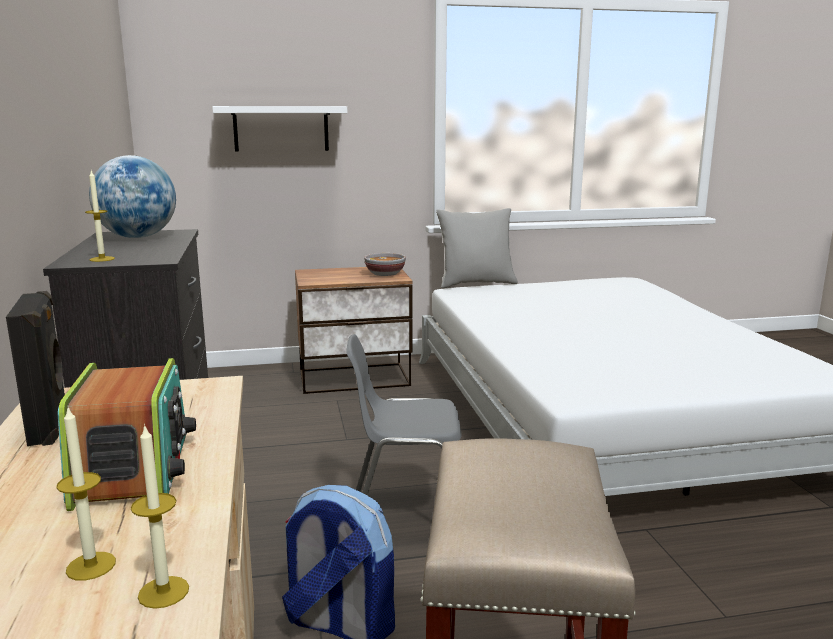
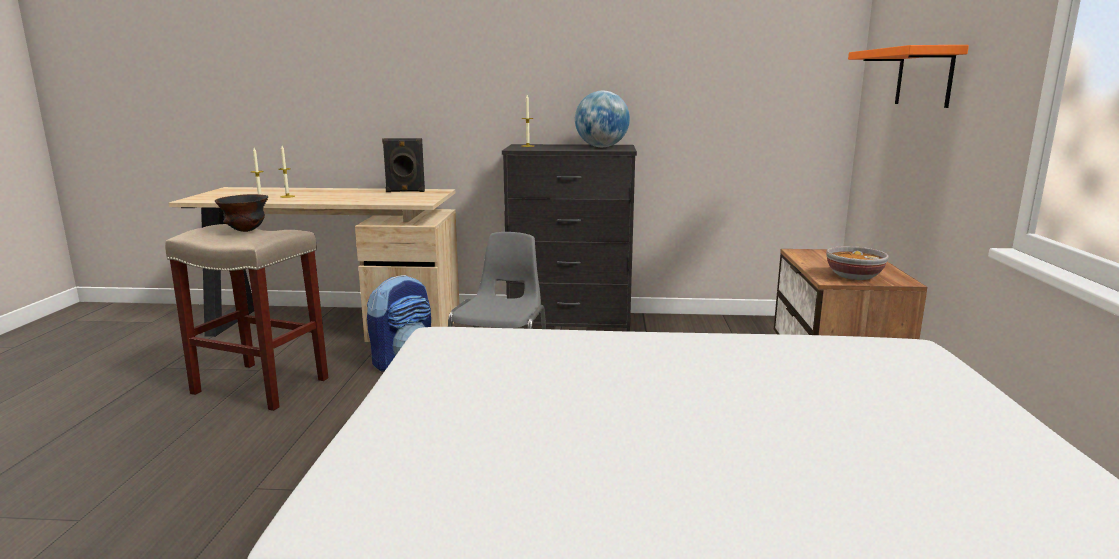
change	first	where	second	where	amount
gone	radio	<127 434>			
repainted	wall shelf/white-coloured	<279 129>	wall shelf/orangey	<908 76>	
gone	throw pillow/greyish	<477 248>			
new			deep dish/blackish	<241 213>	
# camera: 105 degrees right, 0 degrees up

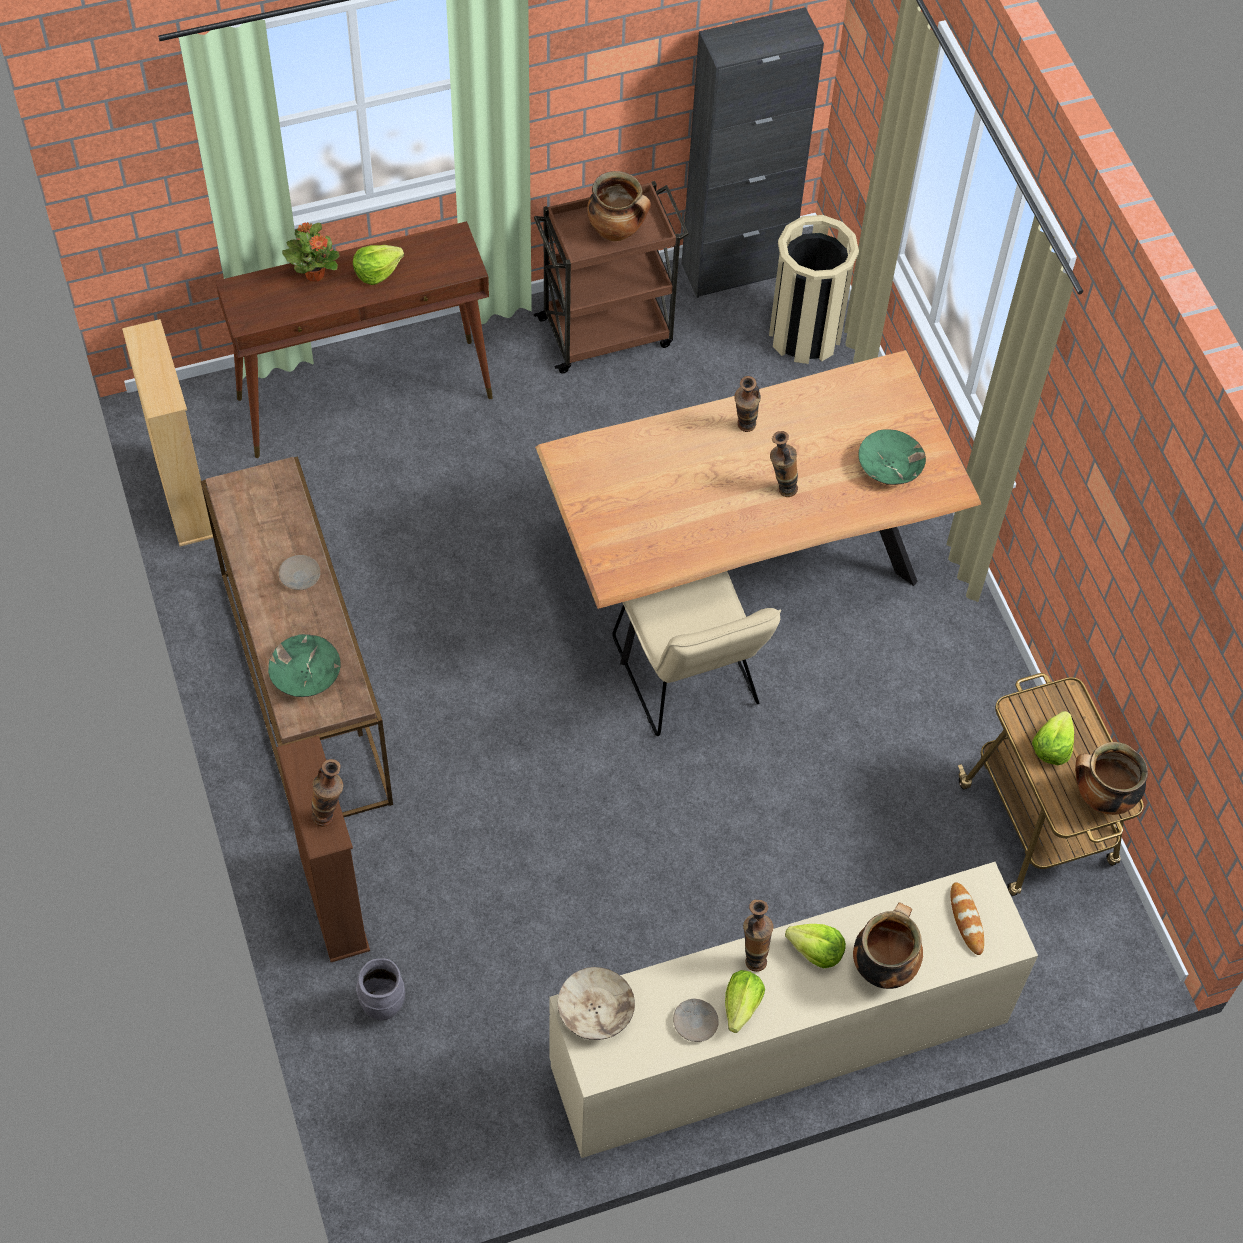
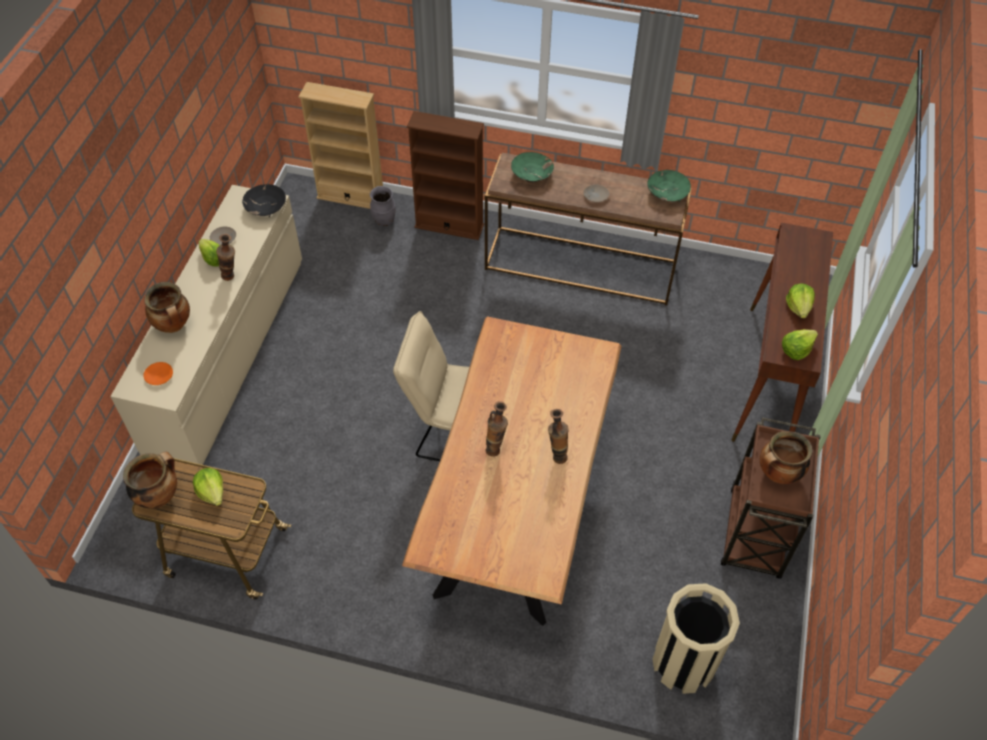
change	first	where	second	where	amount
shifted	shelving unit/sand-coloured	<167 433>		<340 145>	
gone	plant in a pot	<310 252>			
gone	flower vase	<327 793>			
repainted	deep dish/sand-coloured	<596 1003>	deep dish/blackish	<264 200>	
gone	cupboard/blackish	<753 152>			
shifted	lettuce	<815 946>		<800 344>	
shifted	deep dish/green	<892 457>		<669 186>	
swapped	bakery bread	<967 918>	flat dish/orangey	<158 373>	
# camera: 125 degrees right, 5 degrees down

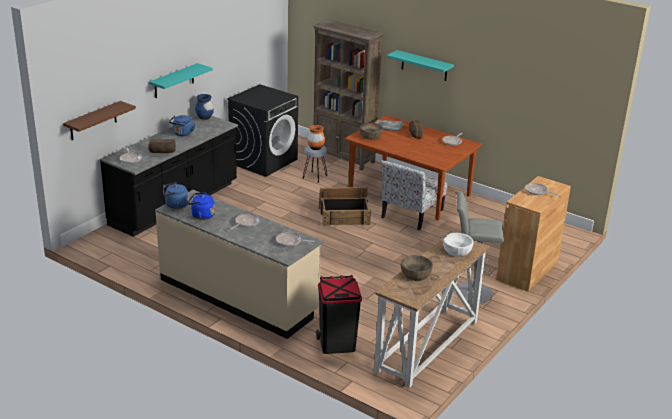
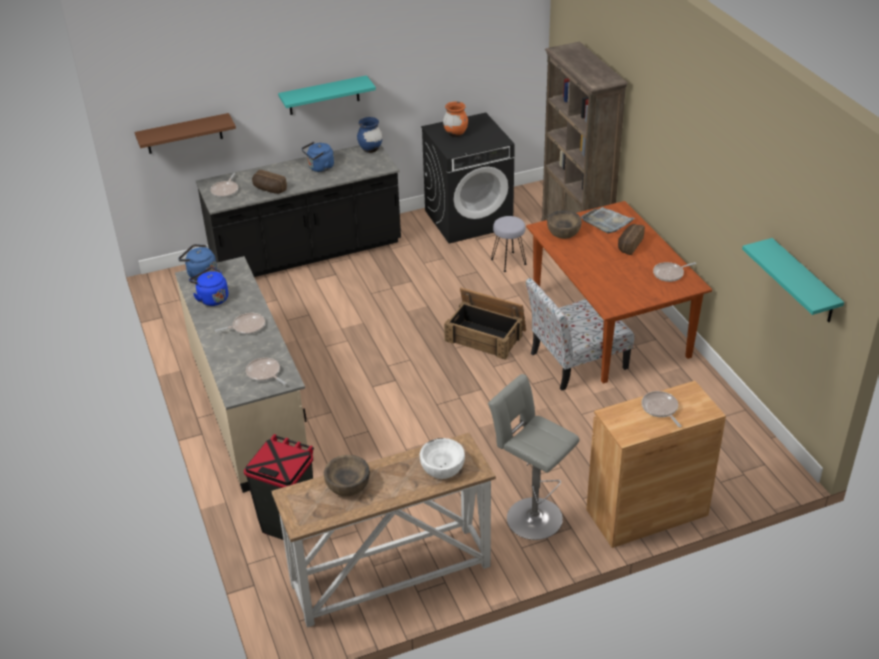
change	first	where	second	where	amount
shifted	flower vase/orangey	<316 137>		<455 119>	
shifted	wall shelf/turquoise-coloured	<420 65>		<793 280>	
# camera: 35 degrees right, 10 degrees up

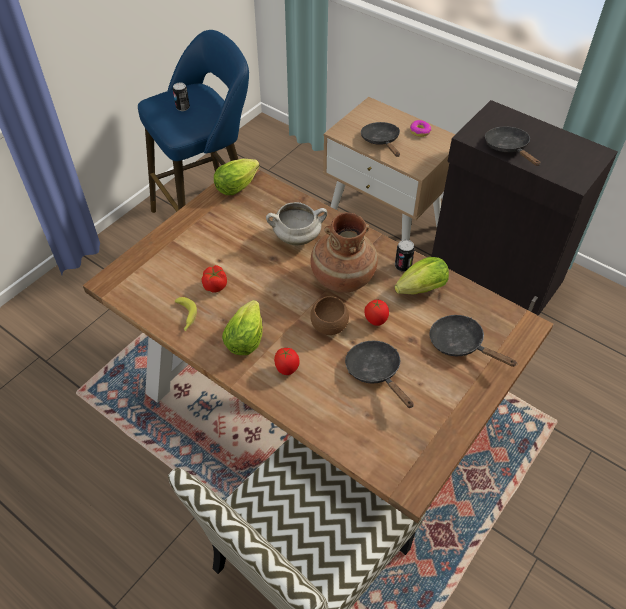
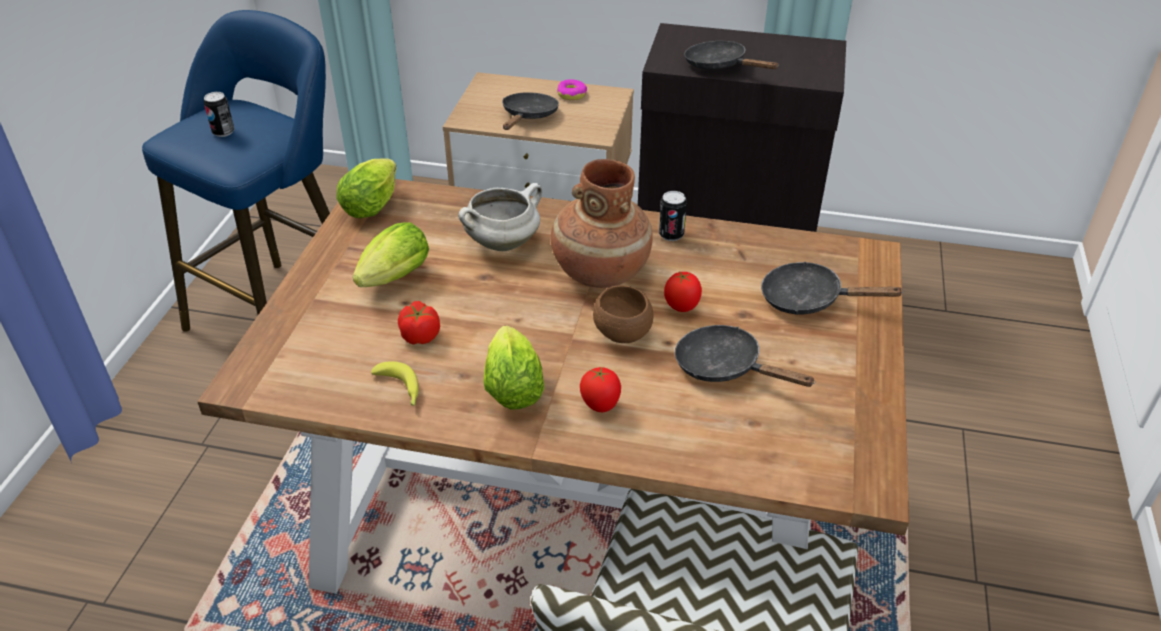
change	first	where	second	where	amount
rotated	frying pan/blackish	<380 139>		<530 111>	60 degrees clockwise
shifted	lettuce	<421 276>		<391 254>	
# camera: 25 degrees left, 10 degrees down

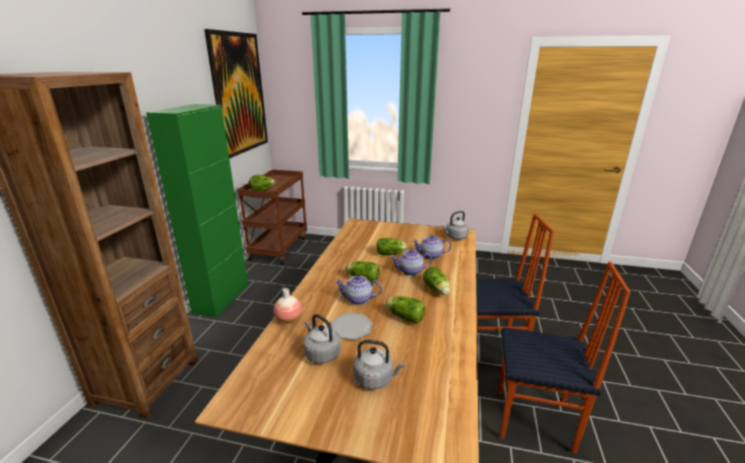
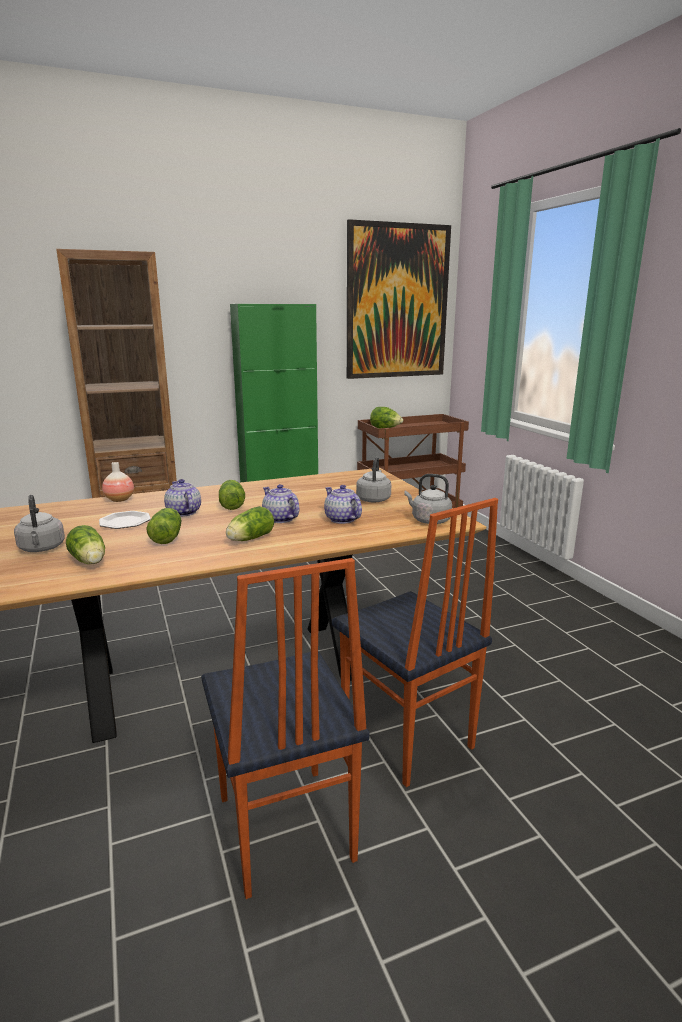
change	first	where	second	where	amount
shifted	water kettle/greyish	<322 338>		<373 480>	
shifted	lettuce	<392 246>		<85 544>	
# camera: 55 degrees right, 5 degrees down

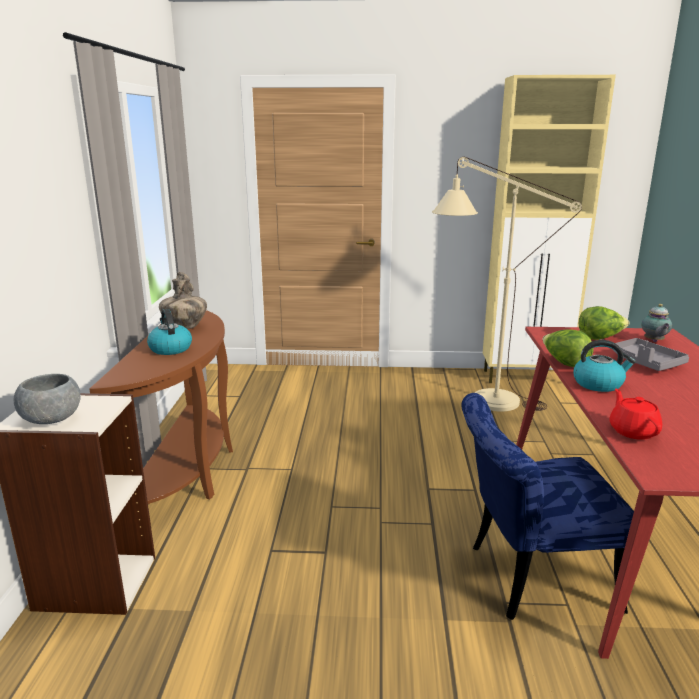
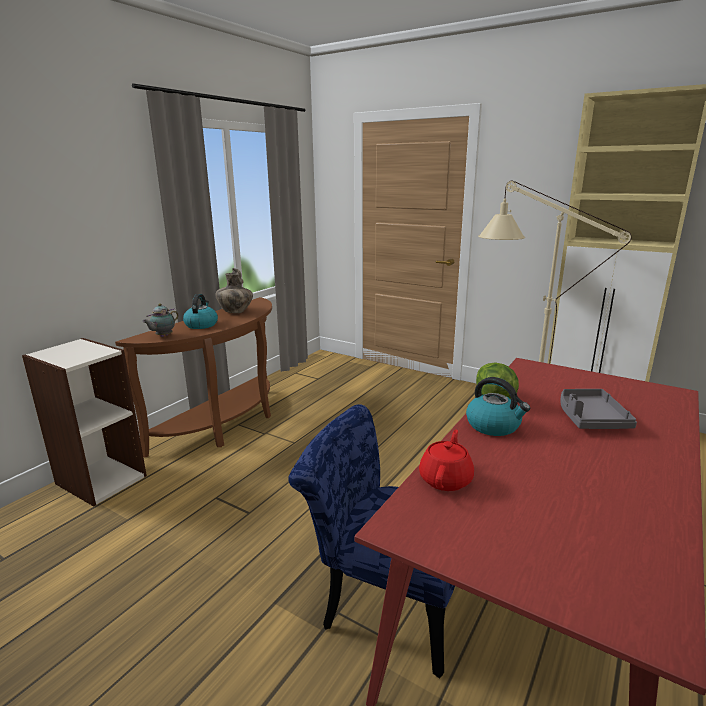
change	first	where	second	where	amount
gone	deep dish/greyish	<47 399>			
gone	lettuce	<604 323>			
shifted	tea pot	<657 323>		<160 320>	
# camera: 30 degrees right, 0 degrees up

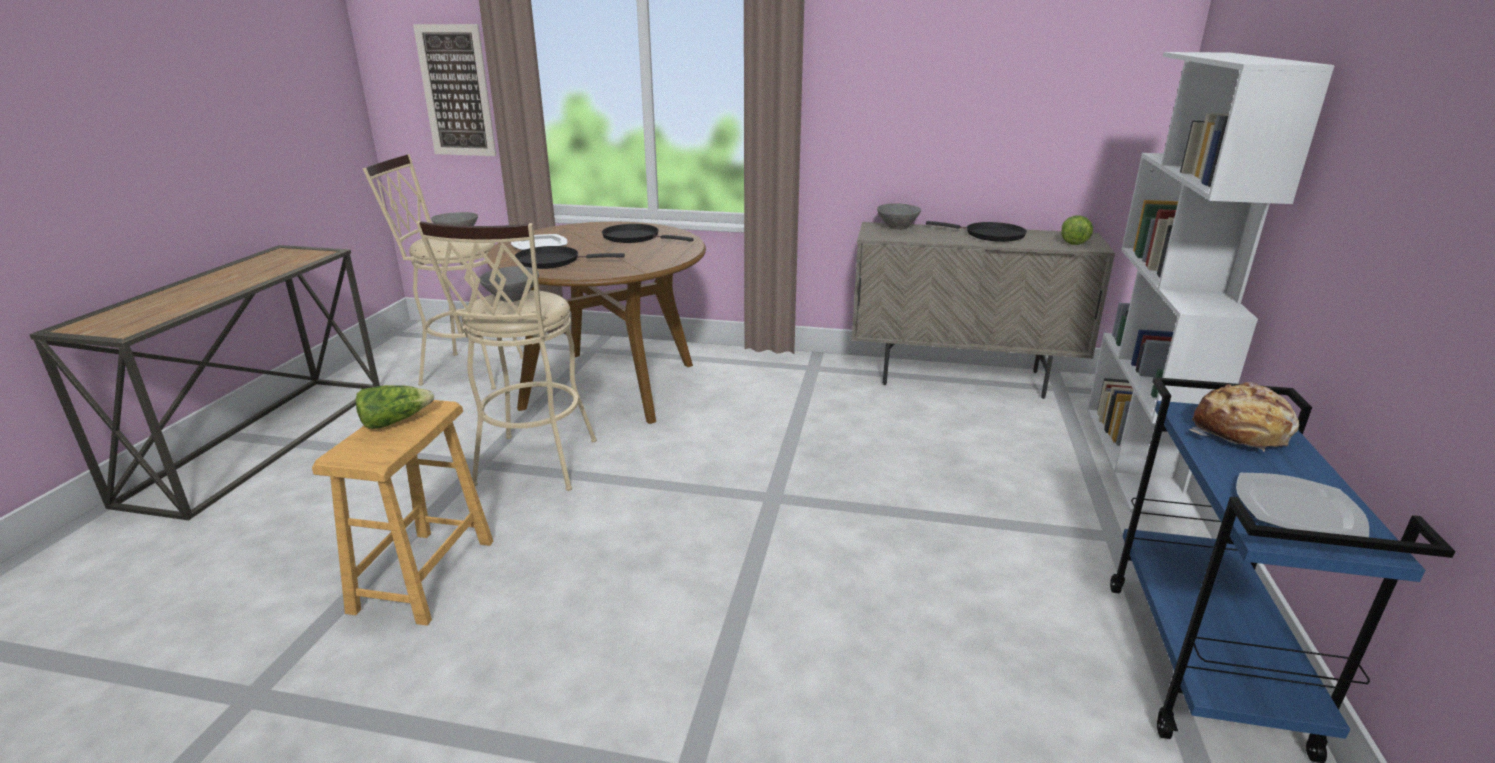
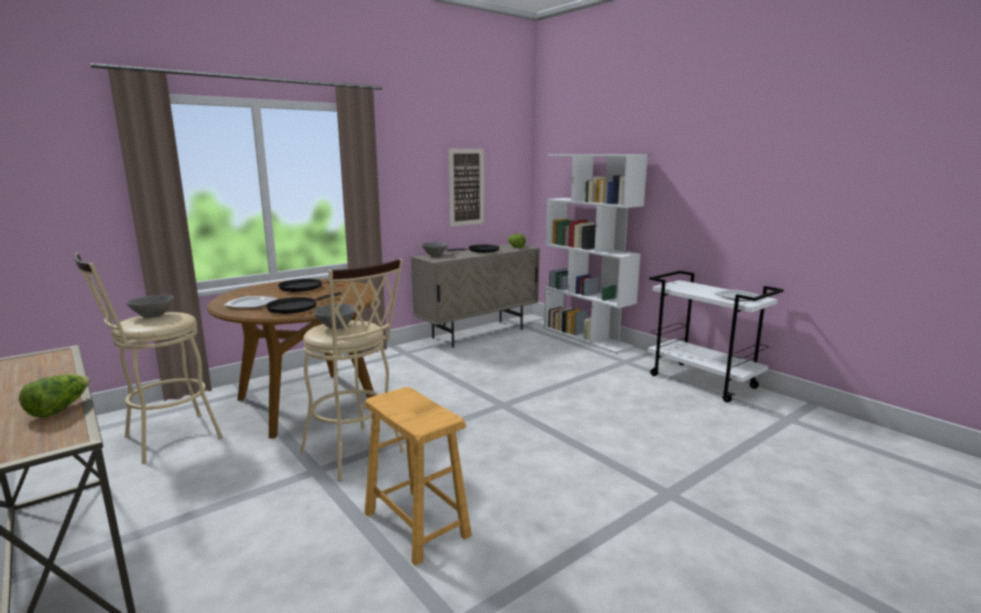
change	first	where	second	where	amount
shifted	lettuce	<395 407>		<54 396>	
shifted	picture	<454 90>		<466 187>	
repainted	trolley/blue-coloured	<1283 570>	trolley/white-coloured	<716 337>	
gone	bakery bread	<1244 417>			
# camera: 50 degrees left, 10 degrees down

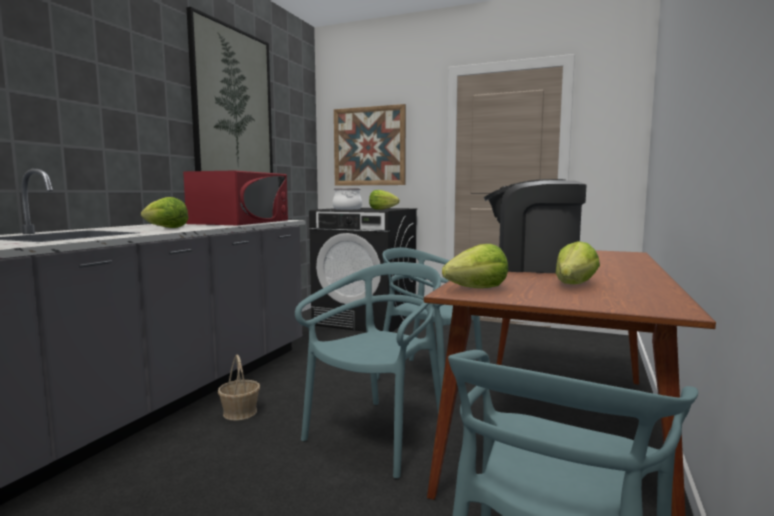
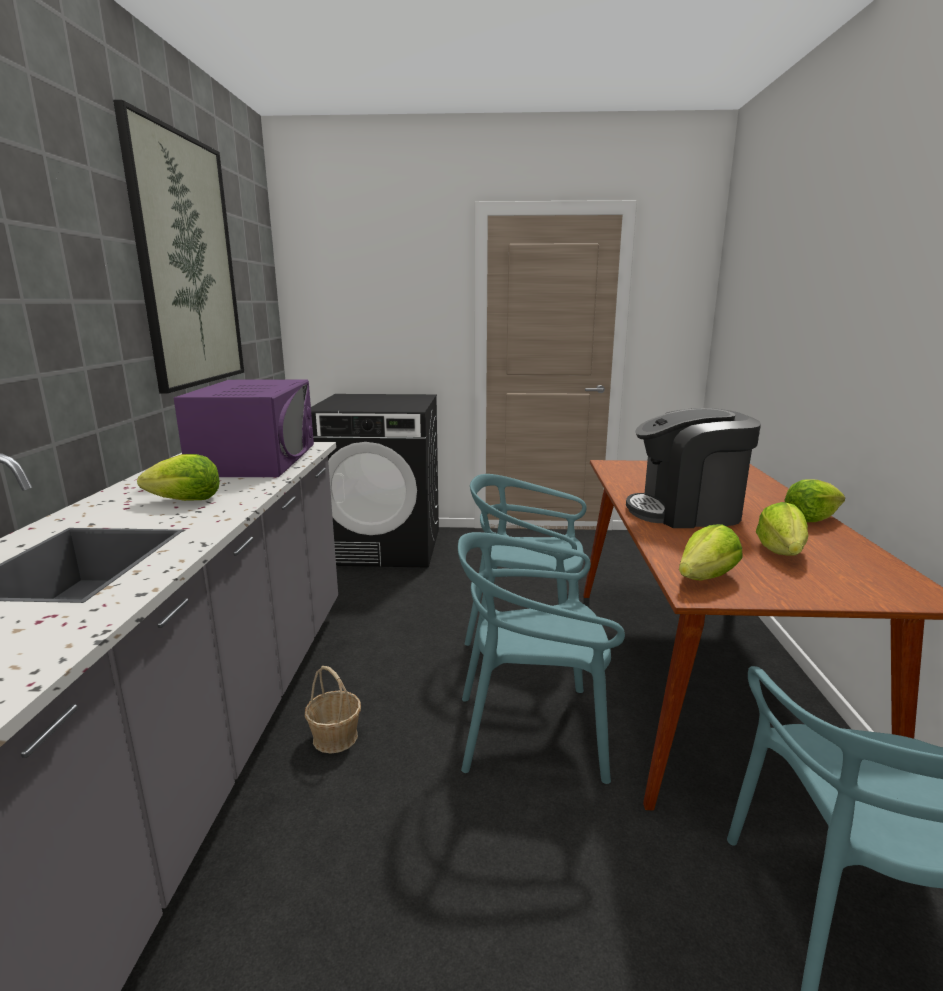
change	first	where	second	where	amount
repainted	microwave/red	<235 198>	microwave/purplish	<243 428>	
rotated	chair/turquoise-coloured	<368 370>		<541 658>	105 degrees counterclockwise
gone	cooking pot	<347 199>			
gone	picture	<370 145>			
shifted	lettuce	<384 200>		<815 500>	
# camera: 20 degrees left, 10 degrees up

